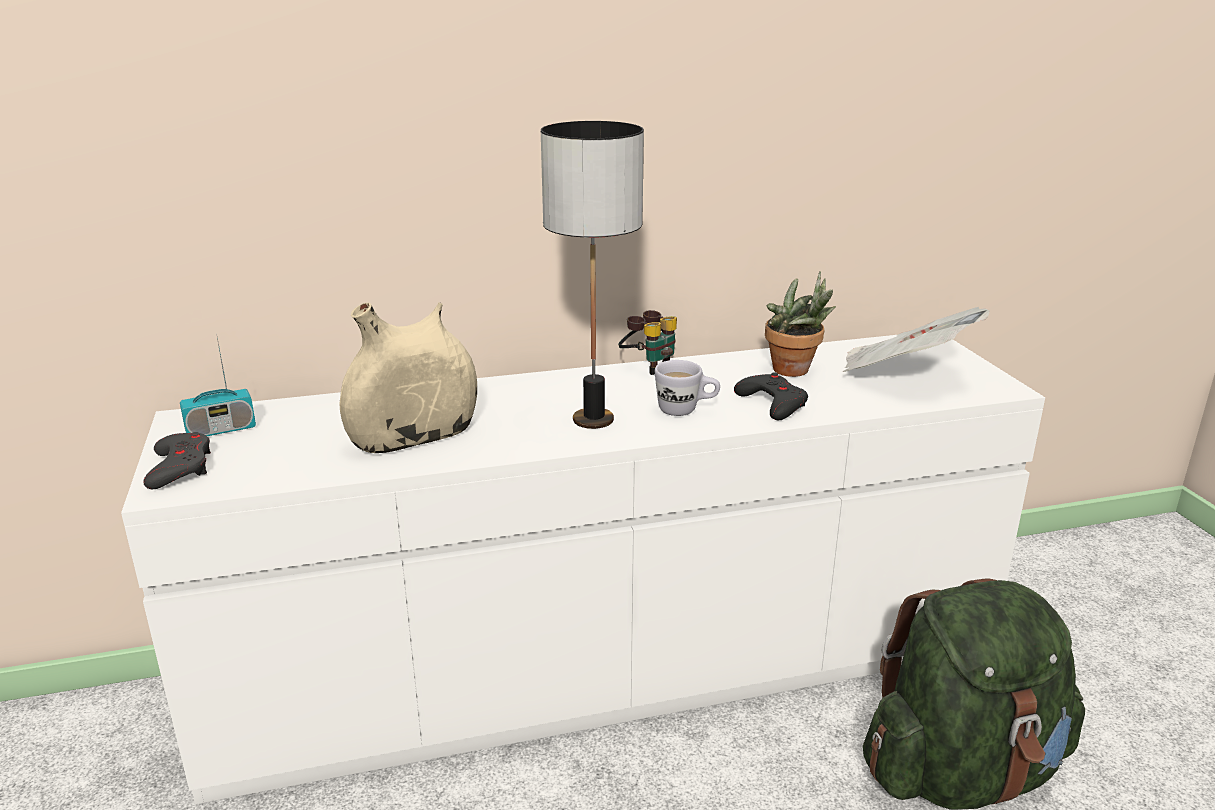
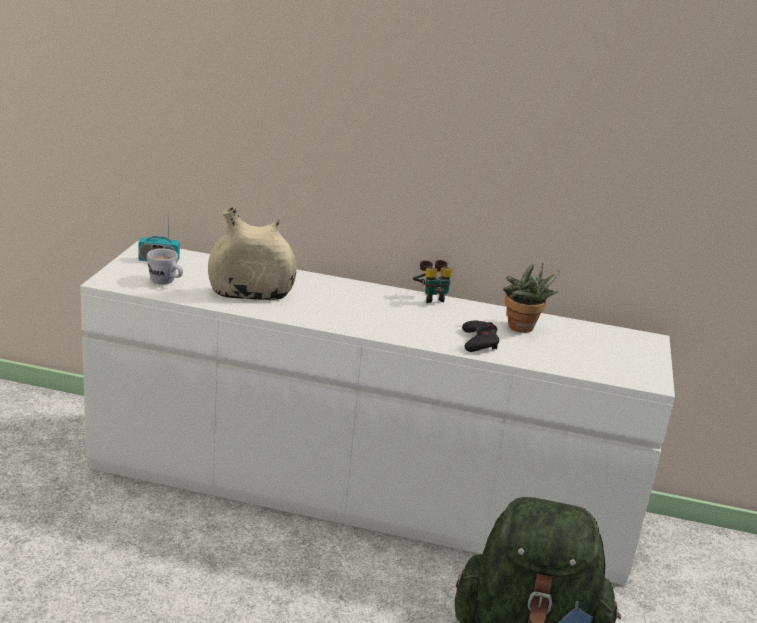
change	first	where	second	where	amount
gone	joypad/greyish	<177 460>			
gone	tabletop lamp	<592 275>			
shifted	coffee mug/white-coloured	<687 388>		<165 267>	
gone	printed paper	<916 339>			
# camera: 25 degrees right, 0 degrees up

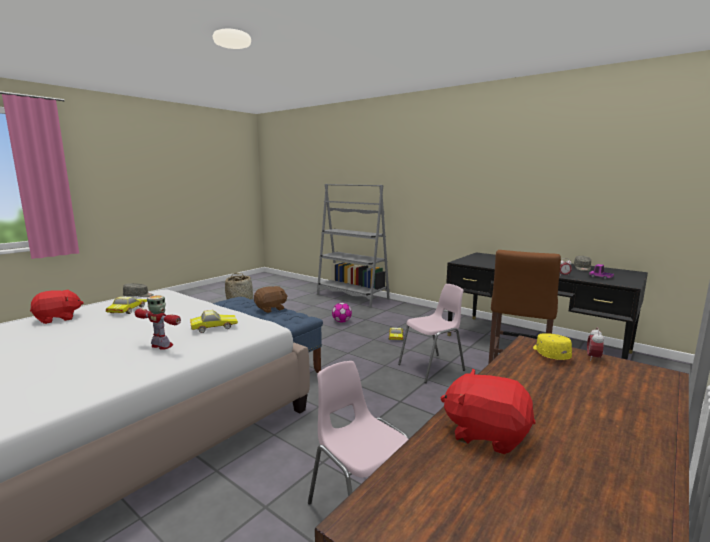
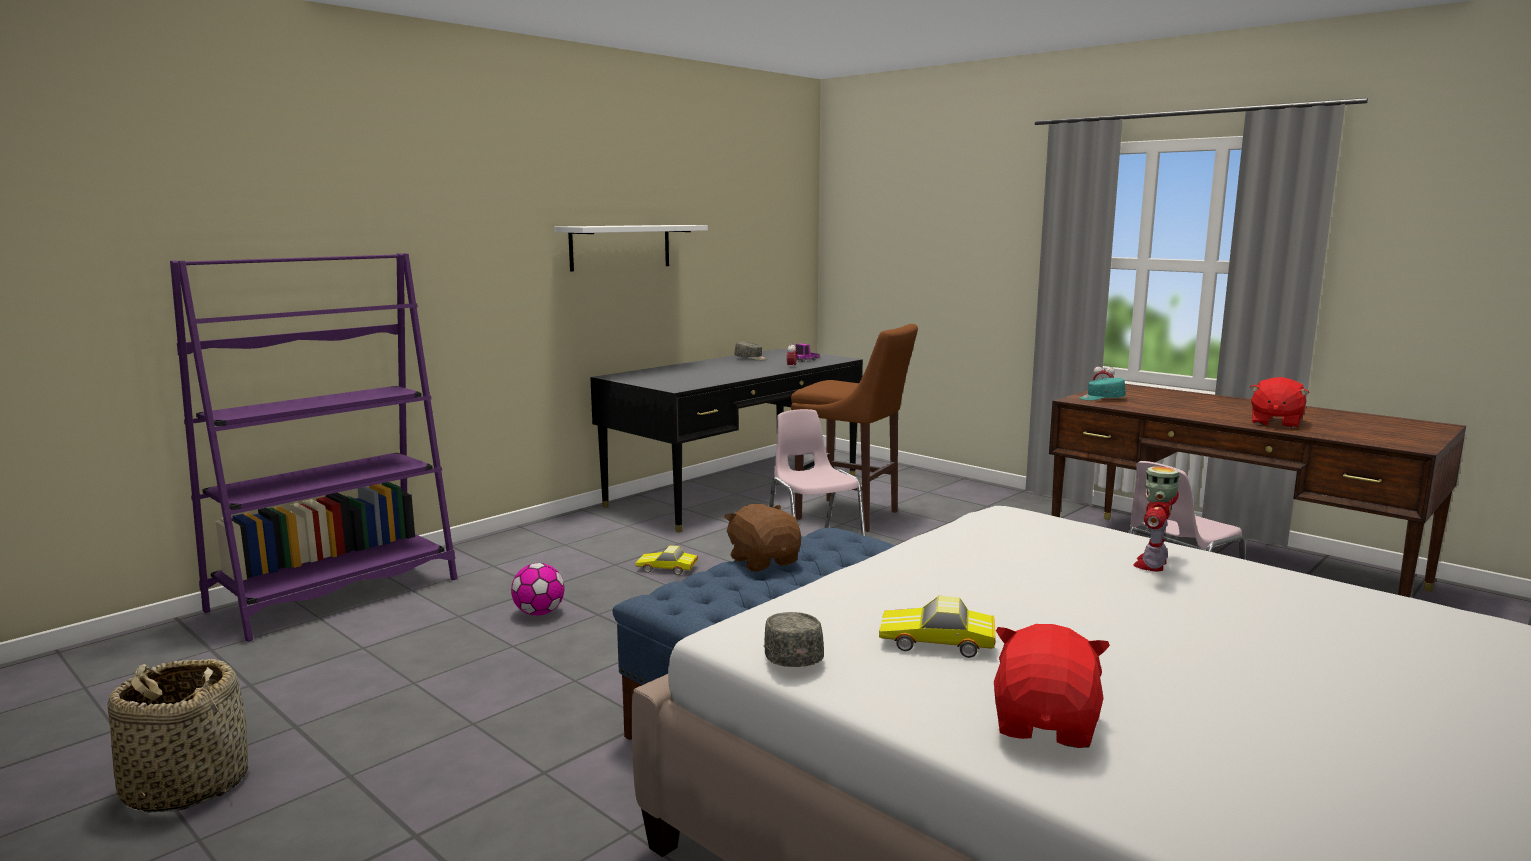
change	first	where	second	where	amount
rotated	cuddly toy/red	<57 307>		<1052 686>	45 degrees clockwise
gone	model car	<214 321>			
repainted	shelving unit/greyish	<353 246>	shelving unit/purplish	<313 447>	
repainted	cap/yellow	<552 346>	cap/turquoise-coloured	<1102 389>	
new			wall shelf/white-coloured	<631 248>	
# camera: 85 degrees left, 0 degrees up

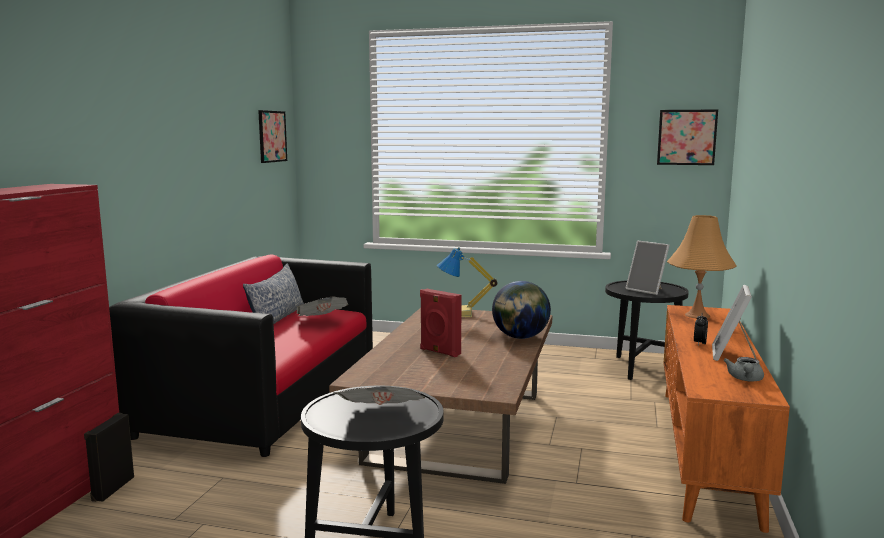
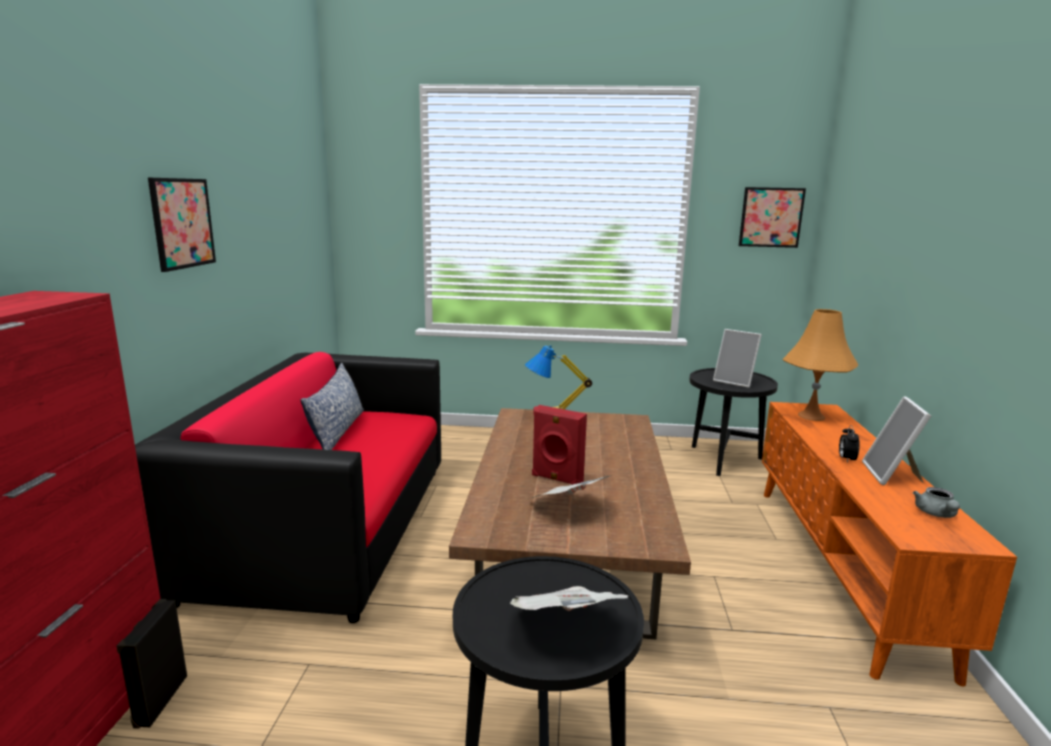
change	first	where	second	where	amount
shifted	picture	<272 136>		<182 225>	
shifted	printed paper	<322 306>		<572 486>	
gone	world globe	<521 310>			
# camera: 10 degrees left, 5 degrees up

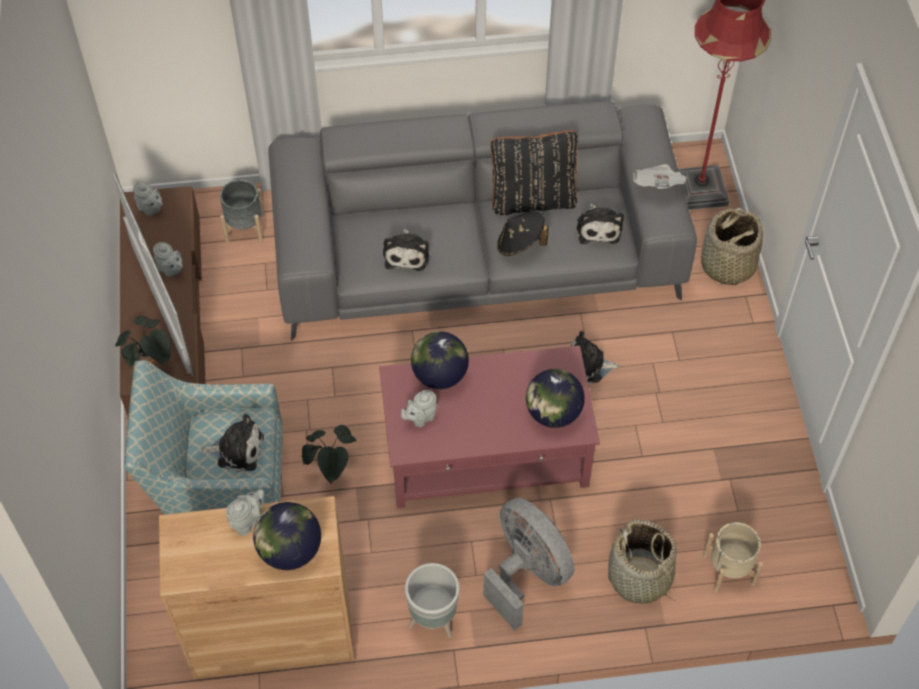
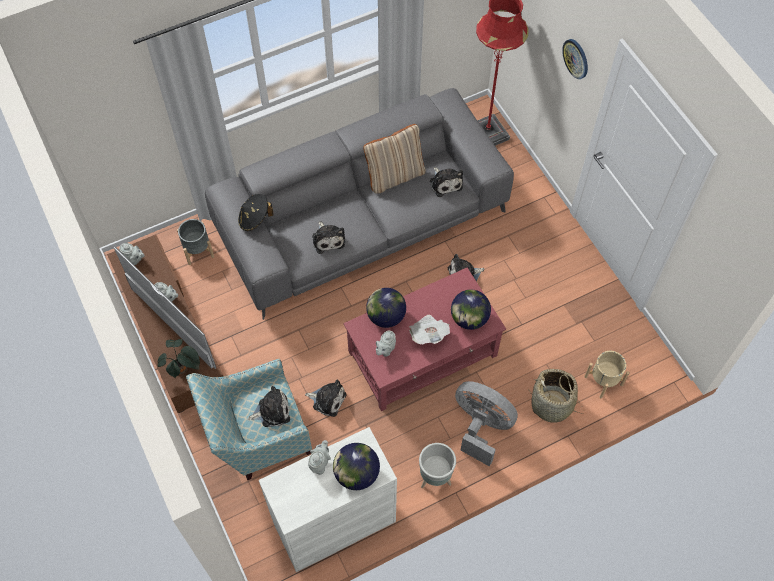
change	first	where	second	where	amount
repainted	cupboard/brown	<257 587>	cupboard/white-coloured	<328 499>	
swapped	plant in a pot	<329 454>	cuddly toy	<325 398>	
repainted	throw pillow/blackish	<534 173>	throw pillow/sand-coloured	<394 159>	
shifted	wearable hat/blackish	<523 233>		<256 212>	
shifted	printed paper	<660 176>		<429 330>	
gone	household basket	<732 247>			
new			hanging clock	<575 59>	
# camera: 20 degrees left, 5 degrees up

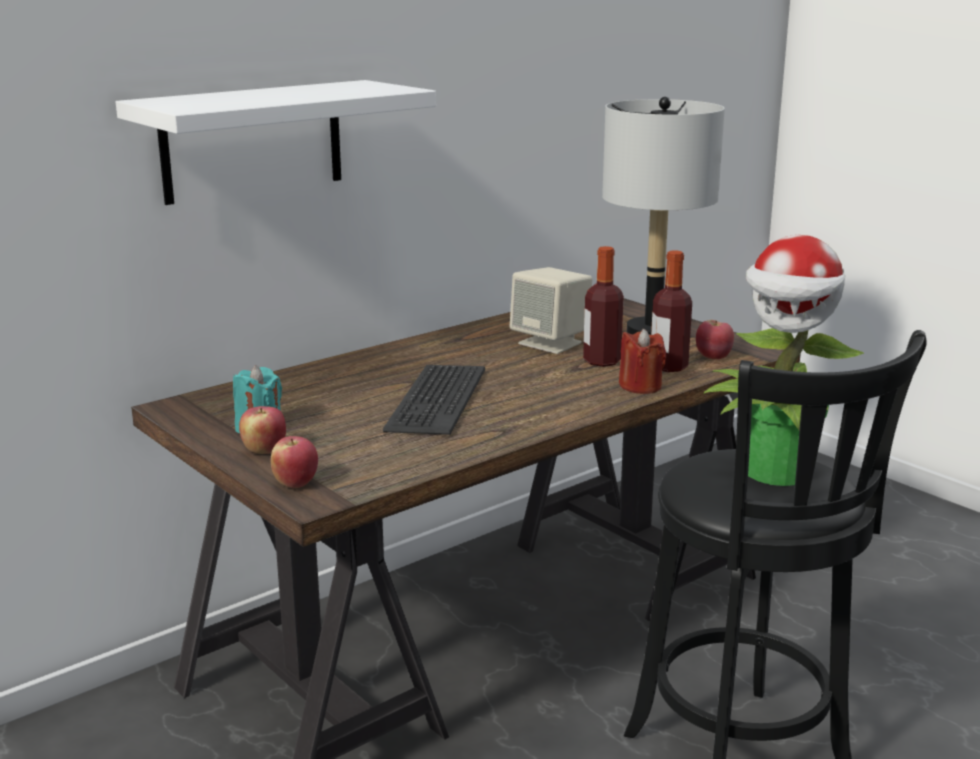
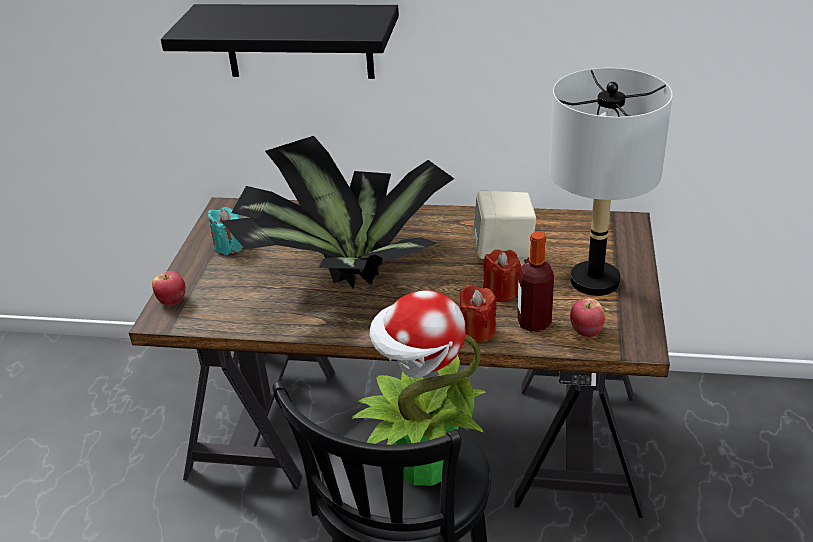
change	first	where	second	where	amount
repainted	wall shelf/white-coloured	<276 142>	wall shelf/blackish	<280 41>	
gone	whole apple	<262 430>			
swapped	keyboard	<434 400>	plant in a pot	<337 212>	
swapped	bottle	<603 306>	wax light/red	<502 275>	
# camera: 50 degrees right, 15 degrees up

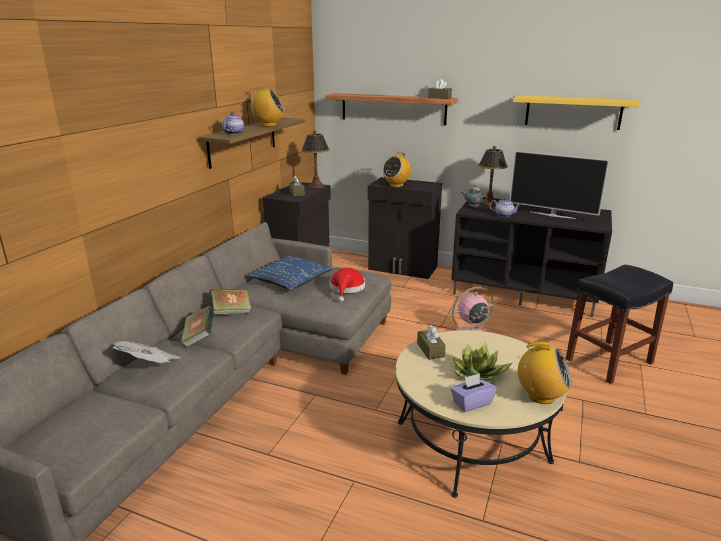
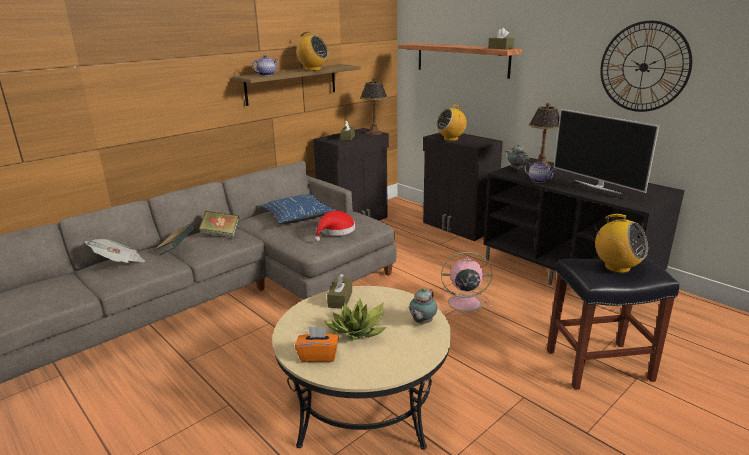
change	first	where	second	where	amount
repainted	box of tissues/purplish	<474 392>	box of tissues/orangey	<317 344>	
swapped	wall shelf/yellow	<576 112>	hanging clock	<646 66>	
shifted	radio	<545 373>		<620 243>	
new			tea pot	<423 306>	
# camera: 25 degrees right, 0 degrees up

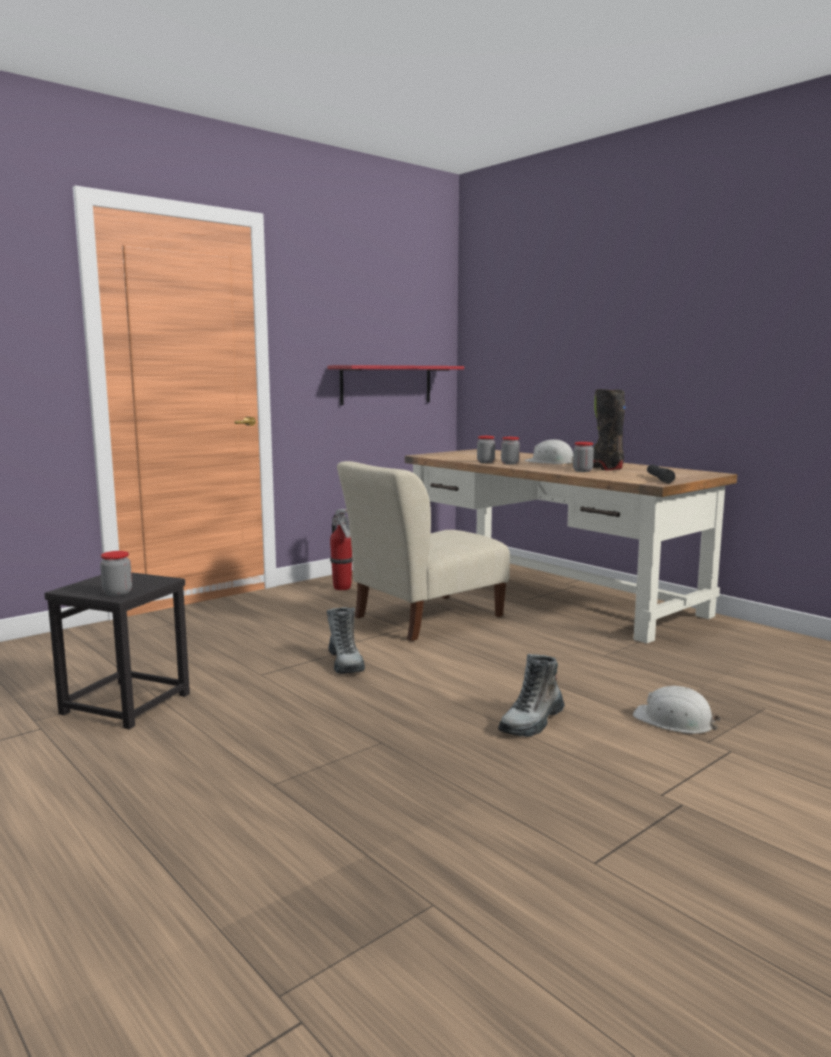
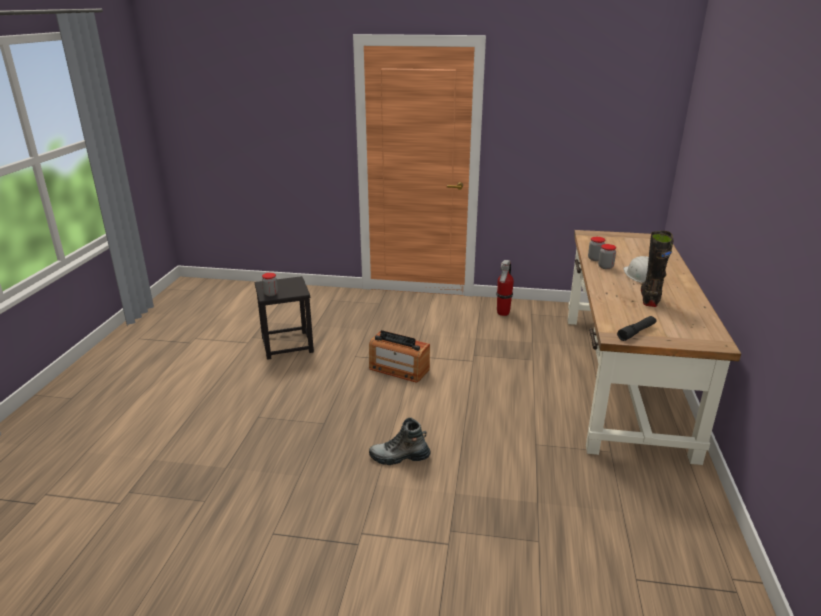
change	first	where	second	where	amount
swapped	high-top boot	<346 640>	radio	<399 356>	
gone	wall shelf/red	<396 385>			
gone	chair/sand-coloured	<423 551>			
gone	storage jar	<583 457>			
gone	hard hat/white-coloured	<677 710>			
# camera: 50 degrees right, 15 degrees up

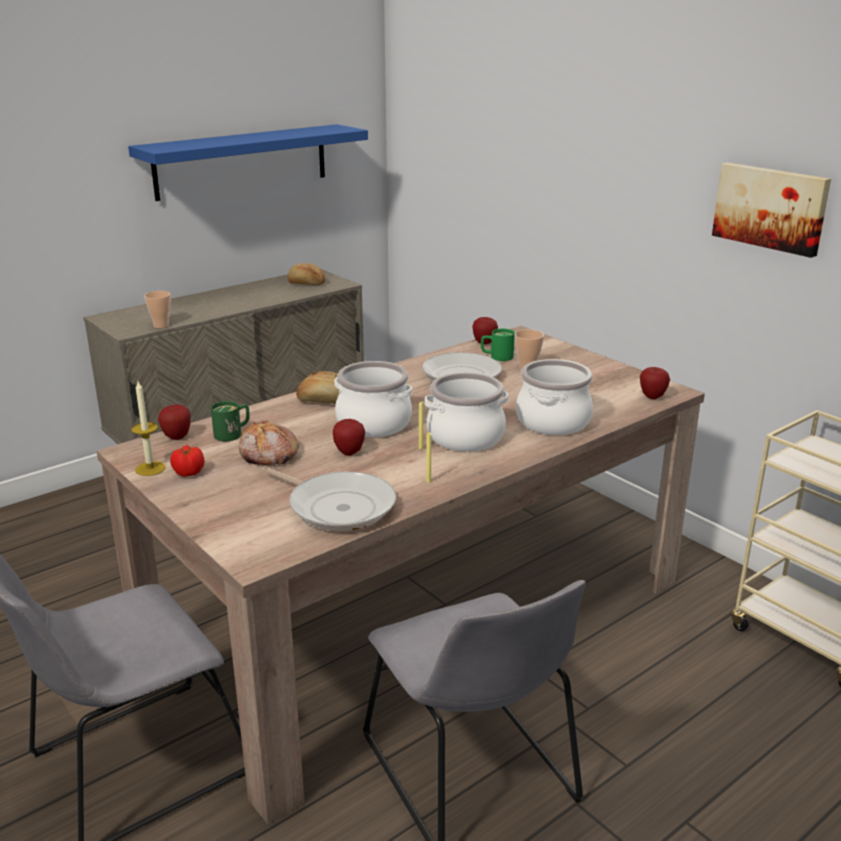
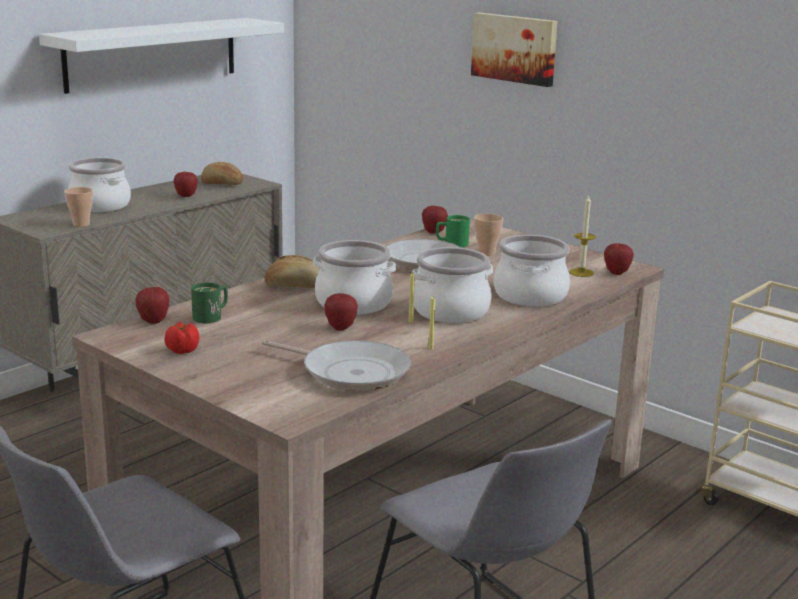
change	first	where	second	where	amount
repainted	wall shelf/blue-coloured	<248 162>	wall shelf/white-coloured	<161 56>	
shifted	wax light	<148 428>		<582 235>	
gone	bakery bread	<269 442>			
shifted	picture	<771 210>		<514 50>	
new			cooking pot	<100 185>	
new			whole apple	<186 184>	
# camera: 10 degrees left, 5 degrees down

